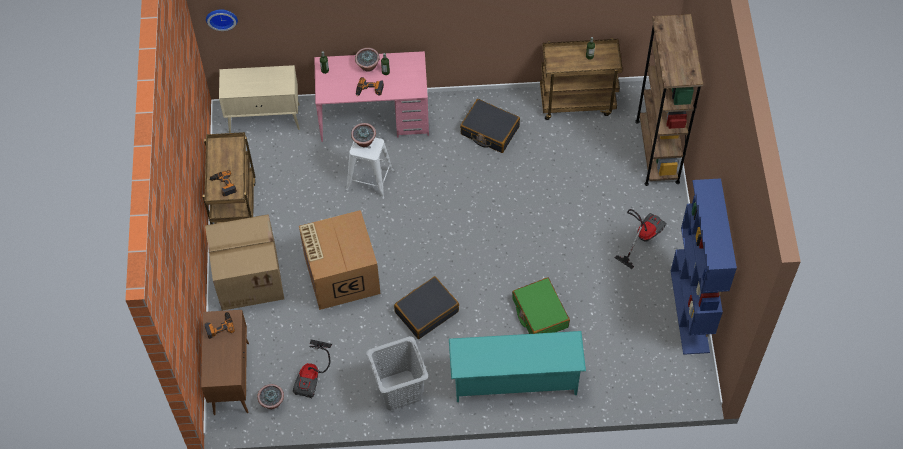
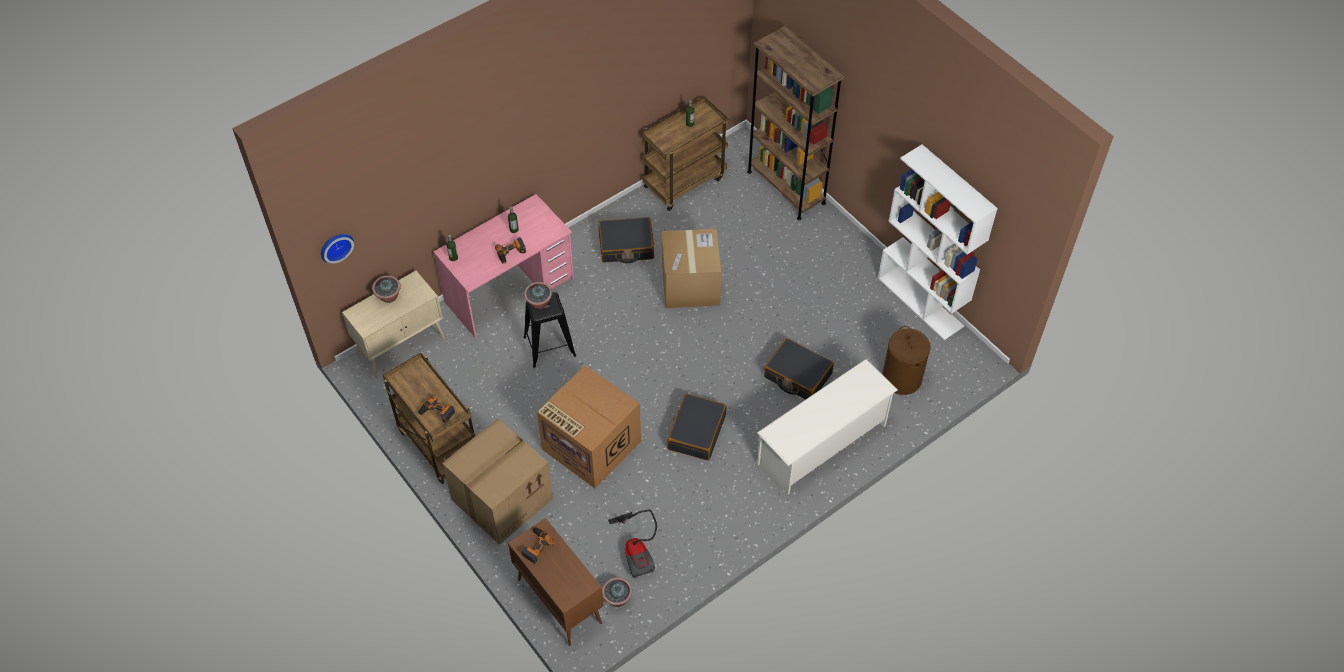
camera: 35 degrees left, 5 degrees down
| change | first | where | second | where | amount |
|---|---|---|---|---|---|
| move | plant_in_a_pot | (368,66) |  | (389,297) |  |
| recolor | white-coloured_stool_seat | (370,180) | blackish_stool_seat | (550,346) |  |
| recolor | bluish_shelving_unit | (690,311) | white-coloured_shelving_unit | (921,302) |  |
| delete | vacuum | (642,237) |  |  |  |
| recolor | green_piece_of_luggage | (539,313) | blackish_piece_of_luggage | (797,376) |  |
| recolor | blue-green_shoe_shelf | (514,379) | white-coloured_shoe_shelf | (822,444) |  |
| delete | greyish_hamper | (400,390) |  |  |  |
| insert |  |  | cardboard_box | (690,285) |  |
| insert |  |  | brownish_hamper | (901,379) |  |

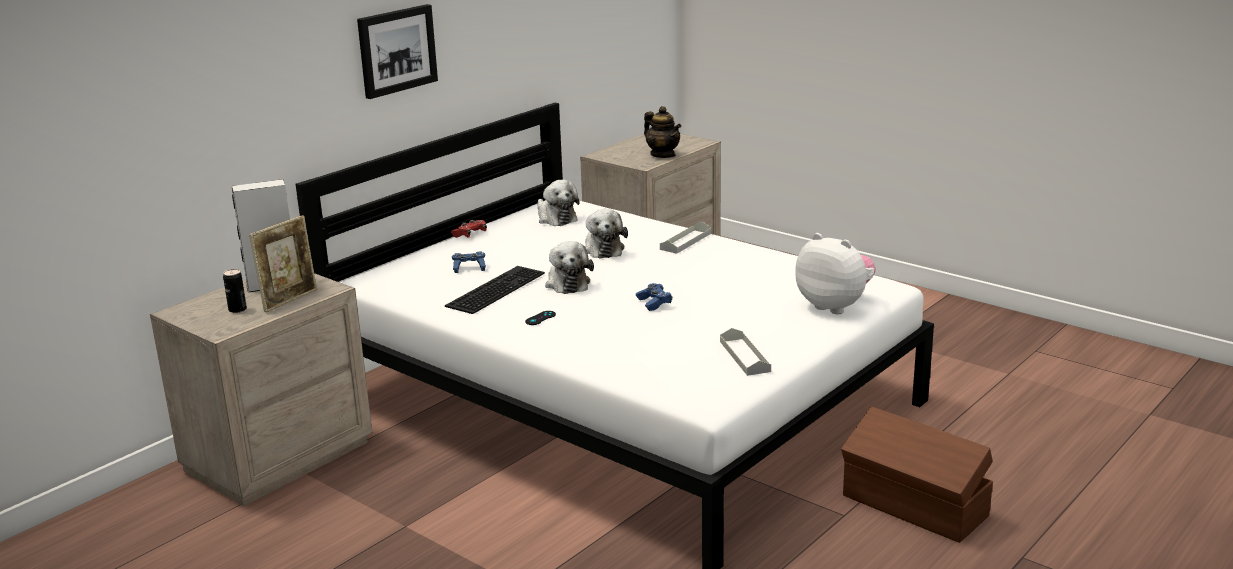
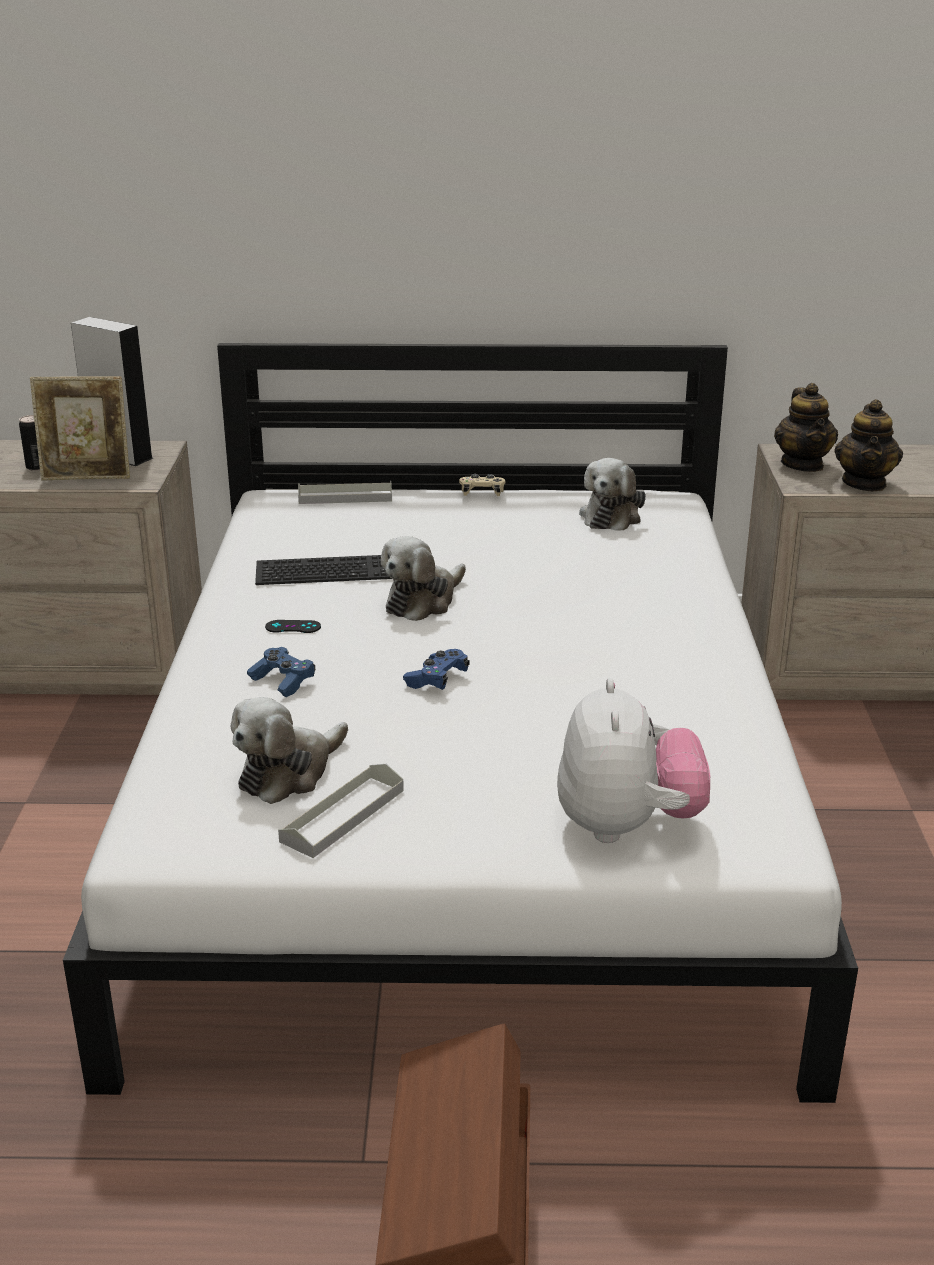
camera: 50 degrees right, 5 degrees up
| change | first | where | second | where | amount |
|---|---|---|---|---|---|
| delete | wall_picture | (396,50) |  |  |  |
| move | soft_toy | (603,249) |  | (288,772) |  |
| recolor | red-coloured_game_controller | (470,234) | sand-coloured_game_controller | (482,494) |  |
| move | greyish_tray | (685,241) |  | (345,497) |  |
| move | bluish_game_controller | (469,268) |  | (282,681) |  |
| insert |  |  | teapot | (802,464) |  |

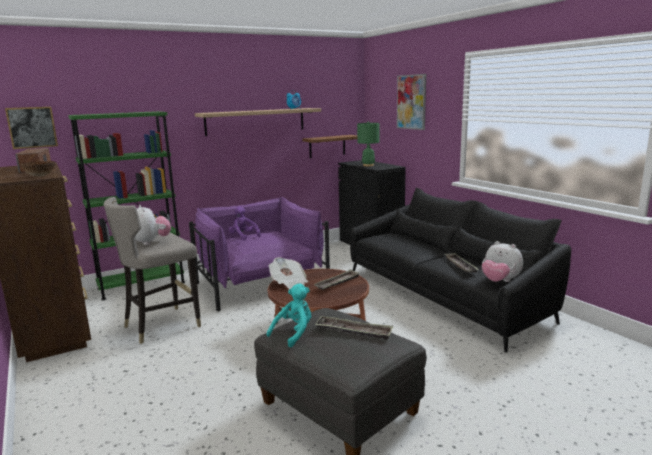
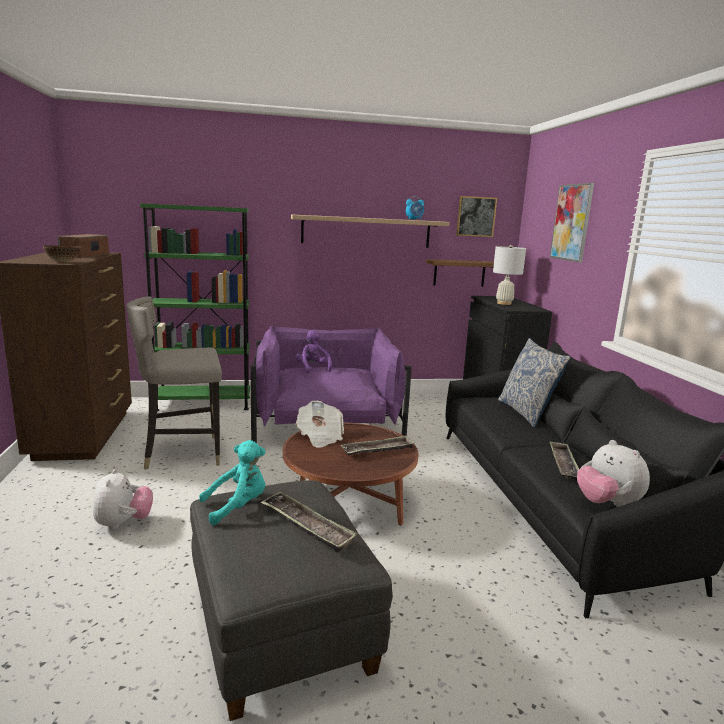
camera: 20 degrees right, 0 degrees up
| change | first | where | second | where | amount |
|---|---|---|---|---|---|
| move | wall_picture | (32,127) |  | (476,216) |  |
| recolor | green_lamp_for_a_table | (368,165) | white-coloured_lamp_for_a_table | (504,303) |  |
| move | soft_toy | (151,242) |  | (123,523) |  |
| insert |  |  | cushion | (527,413) |  |

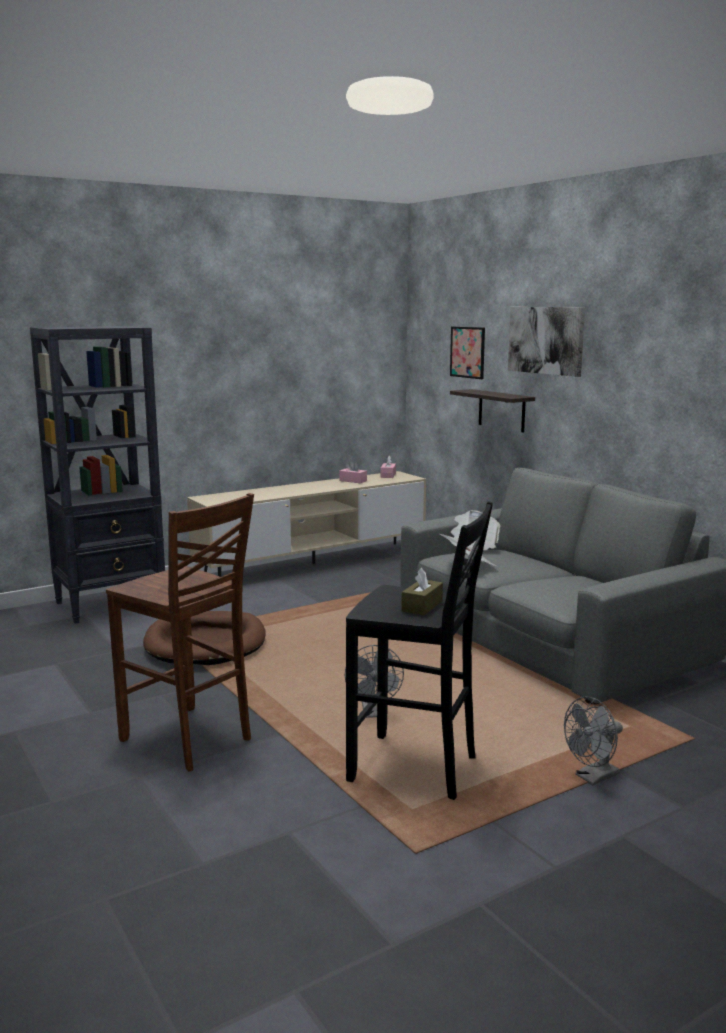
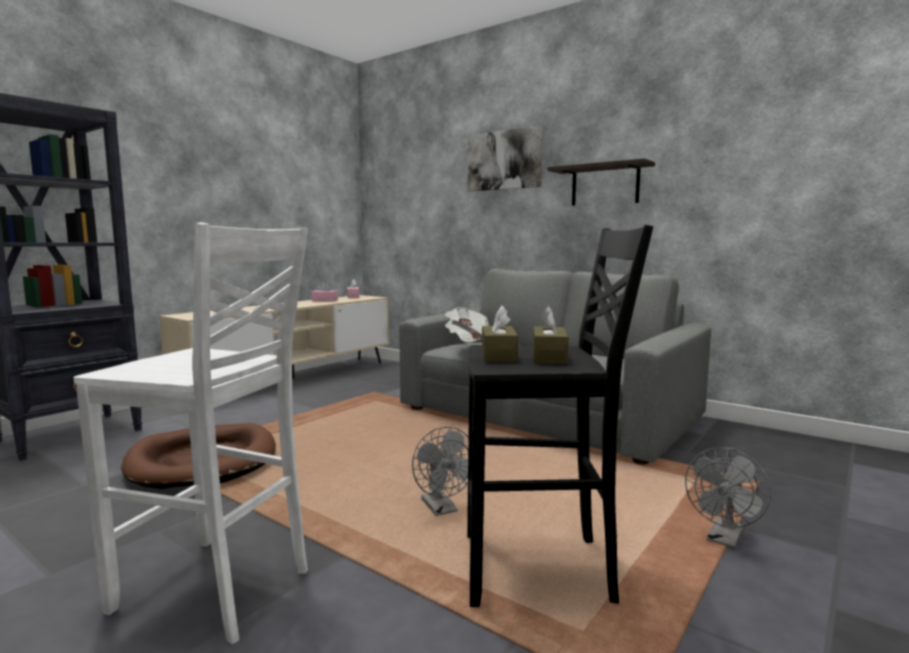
camera: 20 degrees left, 5 degrees down
| change | first | where | second | where | amount |
|---|---|---|---|---|---|
| delete | wall_picture | (467,352) |  |  |  |
| move | bracket_shelf | (501,410) |  | (605,185) |  |
| recolor | brownish_stool_seat | (189,740) | white-coloured_stool_seat | (217,590) |  |
| insert |  |  | brownish_box_of_tissues | (498,355) |  |

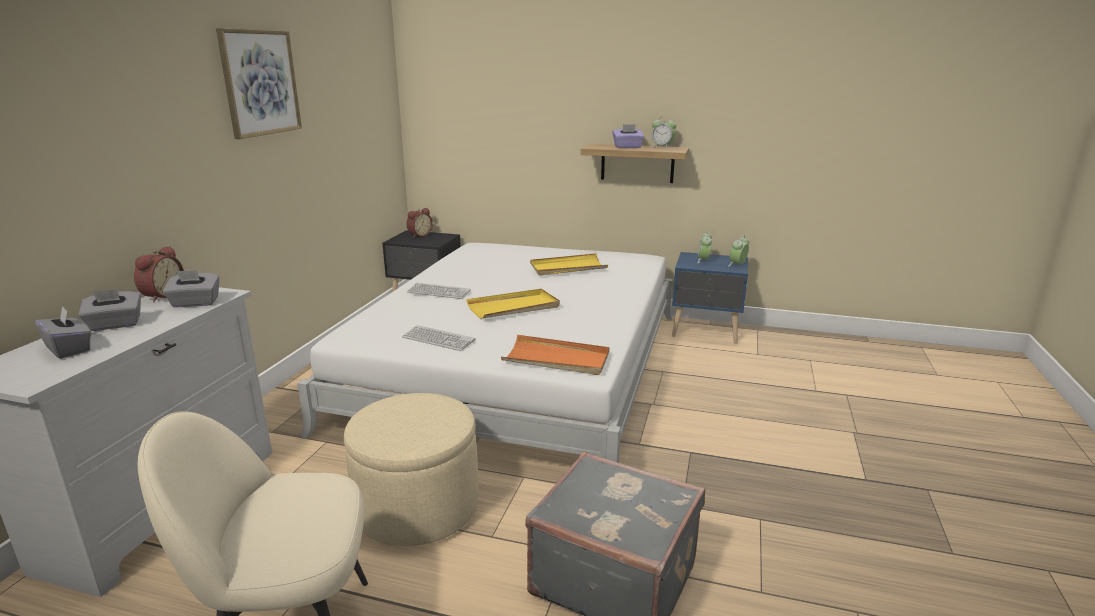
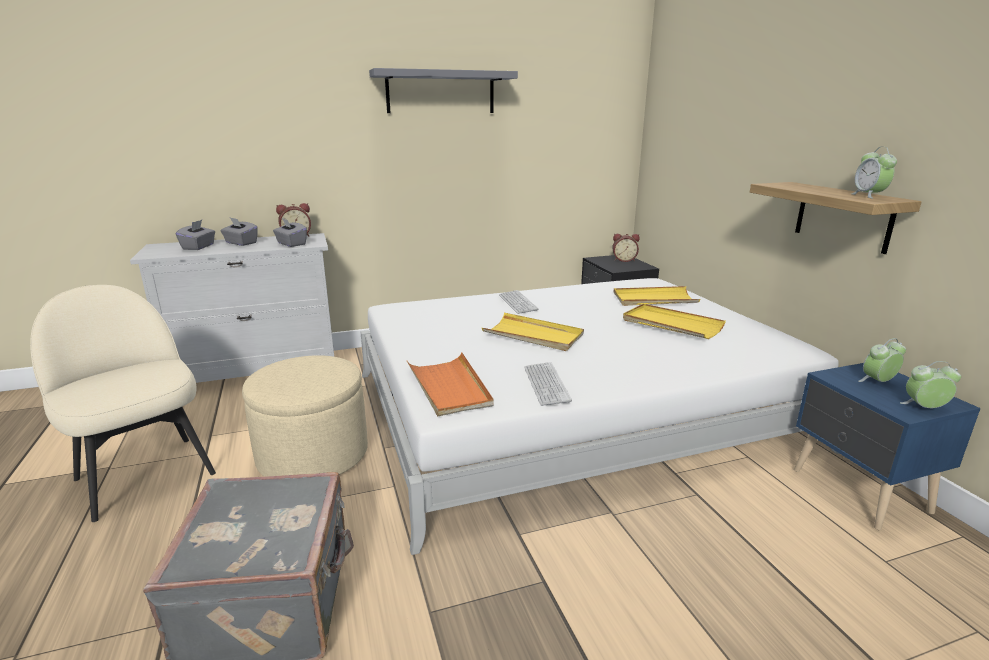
camera: 55 degrees right, 0 degrees up
| change | first | where | second | where | amount |
|---|---|---|---|---|---|
| replace | wall_picture | (260,83) | greyish_bracket_shelf | (440,92) |  |
| delete | purple_box_of_tissues | (627,147) |  |  |  |
| move | keyboard | (438,339) |  | (546,384) |  |
| insert |  |  | yellow-coloured_tray | (654,299) |  |

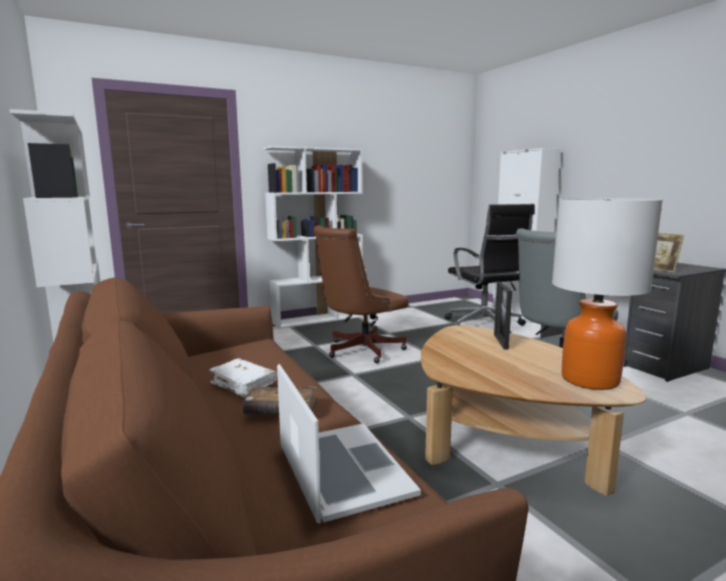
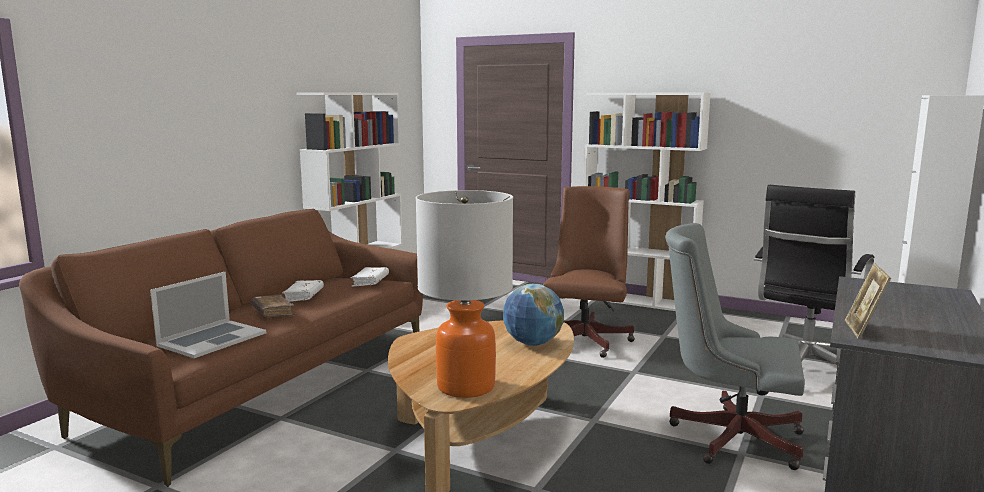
camera: 55 degrees right, 0 degrees up
| change | first | where | second | where | amount |
|---|---|---|---|---|---|
| rotate | brownish_office_chair | (359,350) |  | (587,338) | 90 degrees clockwise |
| replace | photo_frame | (501,341) | desk_globe | (532,343) |  |
| insert |  |  | white-coloured_volume | (370,282) |  |

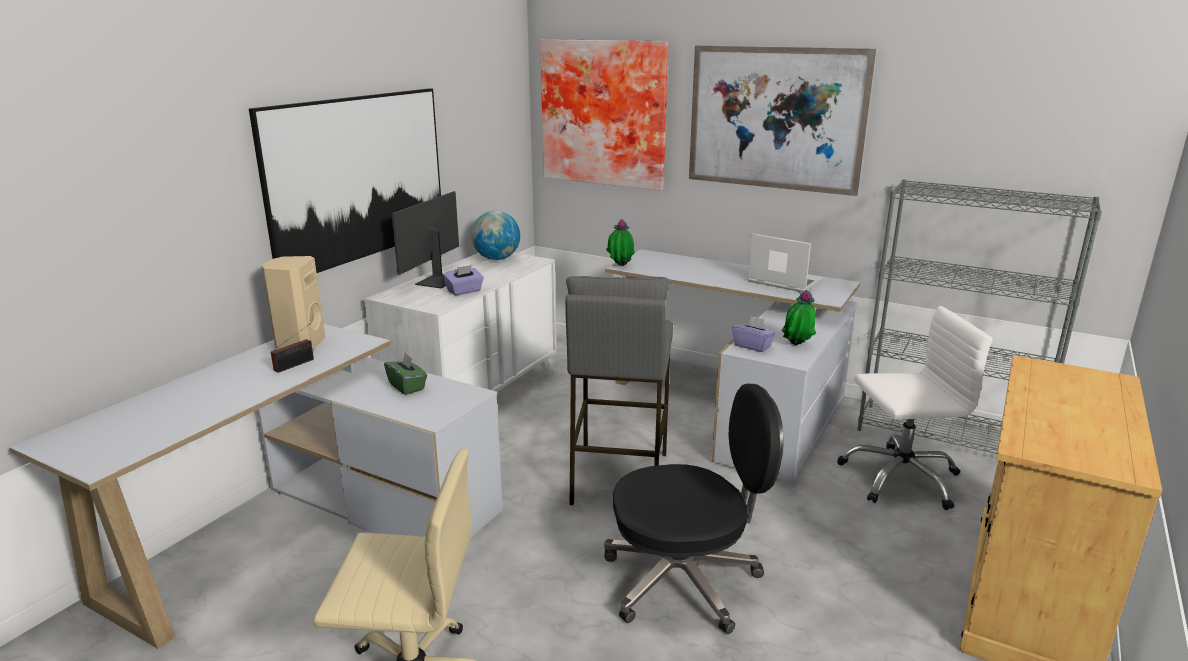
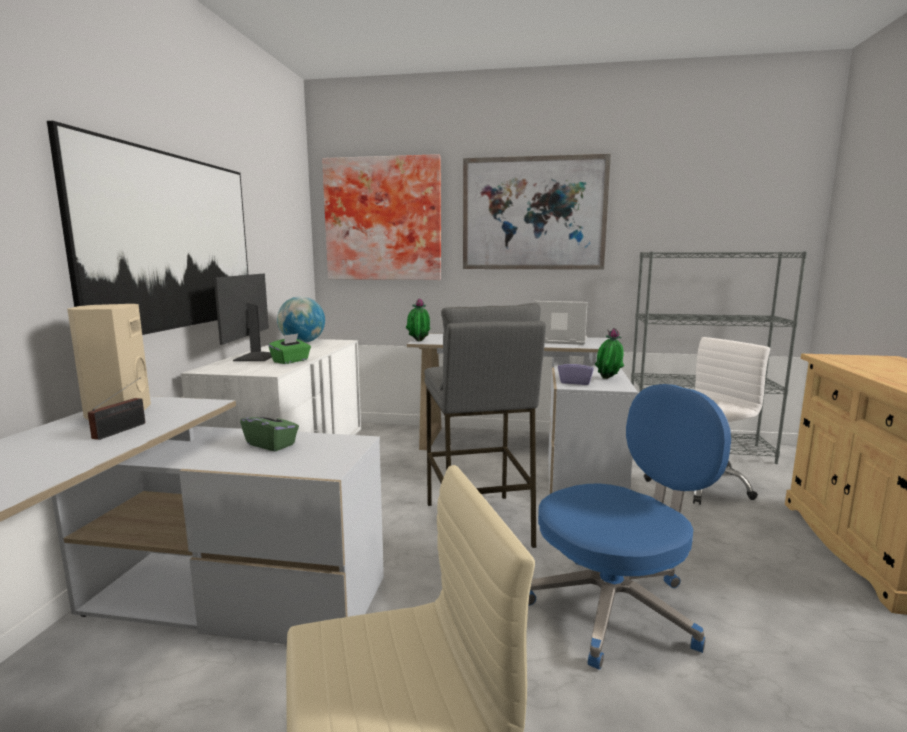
camera: 20 degrees left, 10 degrees down
| change | first | where | second | where | amount |
|---|---|---|---|---|---|
| recolor | purple_box_of_tissues | (464,291) | green_box_of_tissues | (291,361) |  |
| recolor | blackish_office_chair | (684,580) | bluish_office_chair | (615,607) |  |

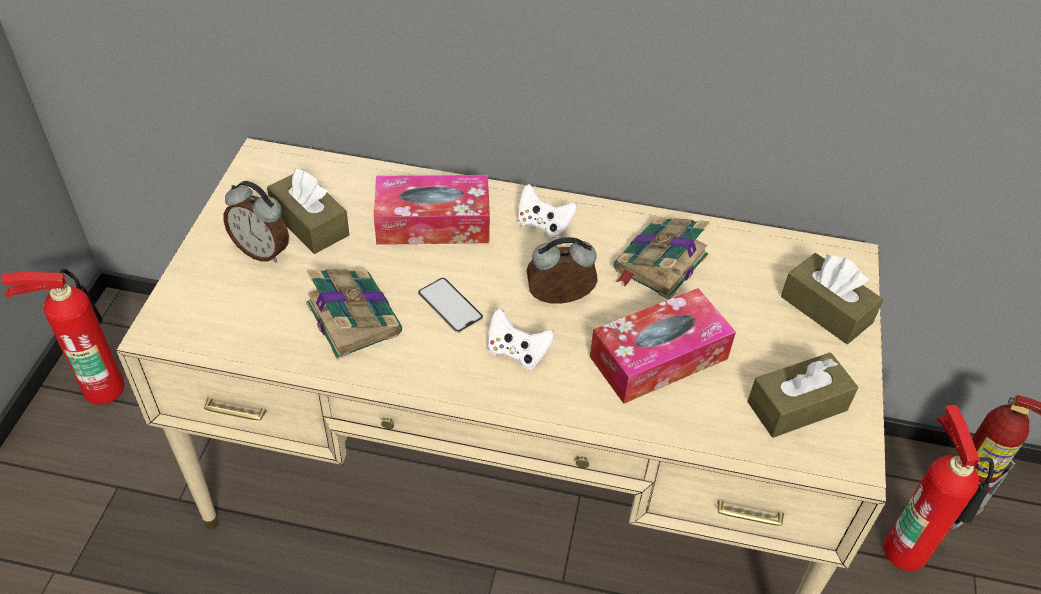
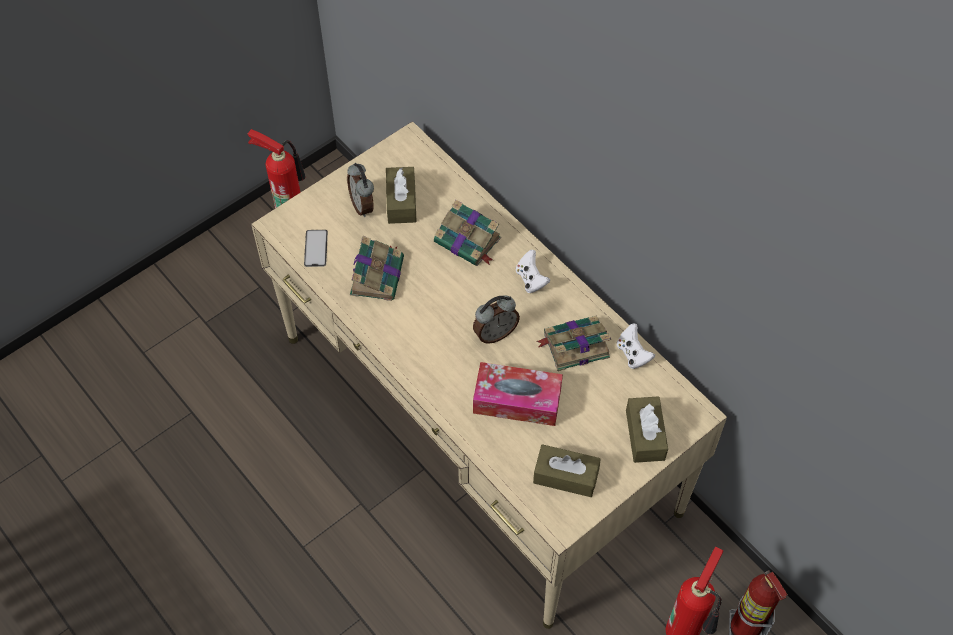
camera: 40 degrees right, 10 degrees up
| change | first | where | second | where | amount |
|---|---|---|---|---|---|
| replace | box_of_tissues | (433,223) | volume | (468,241) |  |
| rotate | bedside_clock | (560,301) |  | (495,333) | 120 degrees clockwise |
| move | telephone | (450,305) |  | (316,248) |  |
| move | white-coloured_game_controller | (517,352) |  | (633,354) |  |

